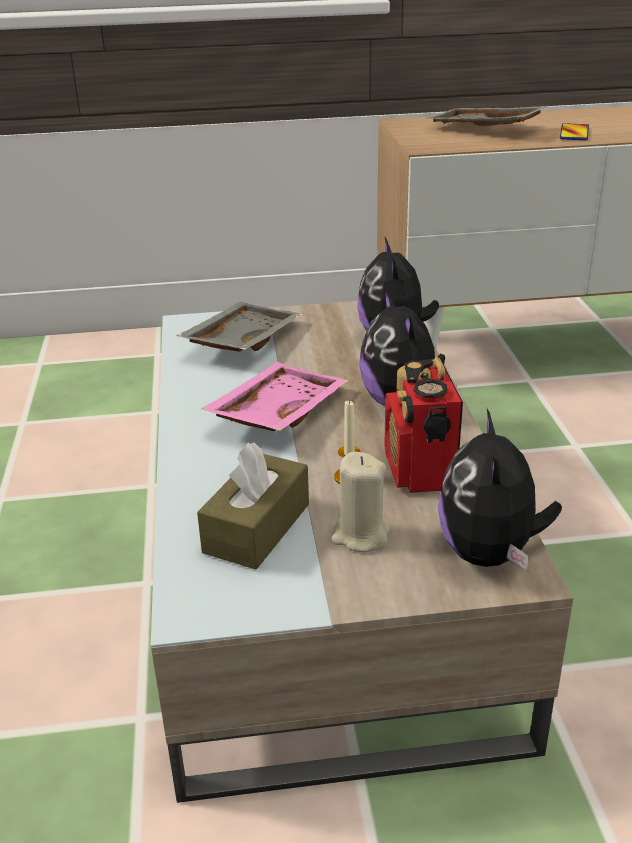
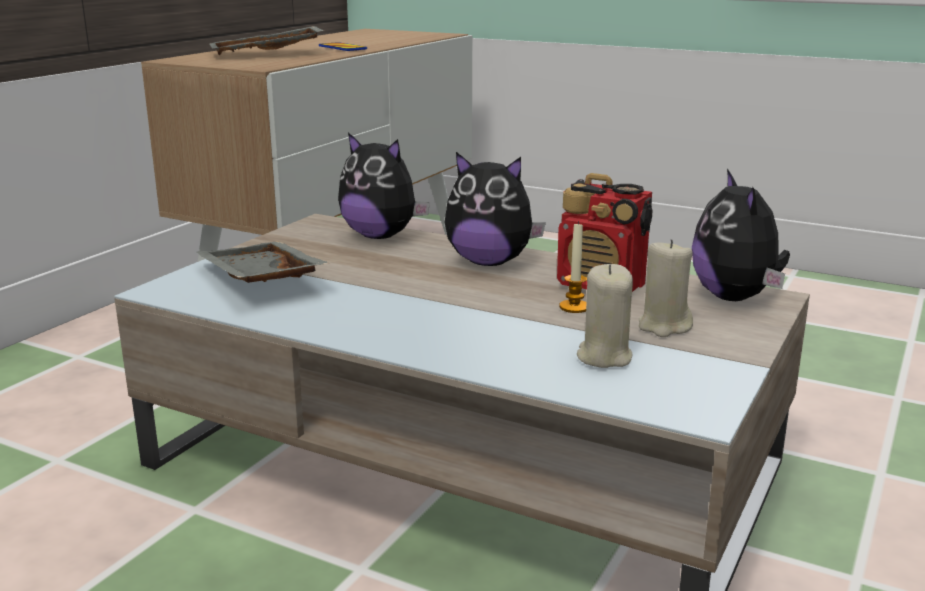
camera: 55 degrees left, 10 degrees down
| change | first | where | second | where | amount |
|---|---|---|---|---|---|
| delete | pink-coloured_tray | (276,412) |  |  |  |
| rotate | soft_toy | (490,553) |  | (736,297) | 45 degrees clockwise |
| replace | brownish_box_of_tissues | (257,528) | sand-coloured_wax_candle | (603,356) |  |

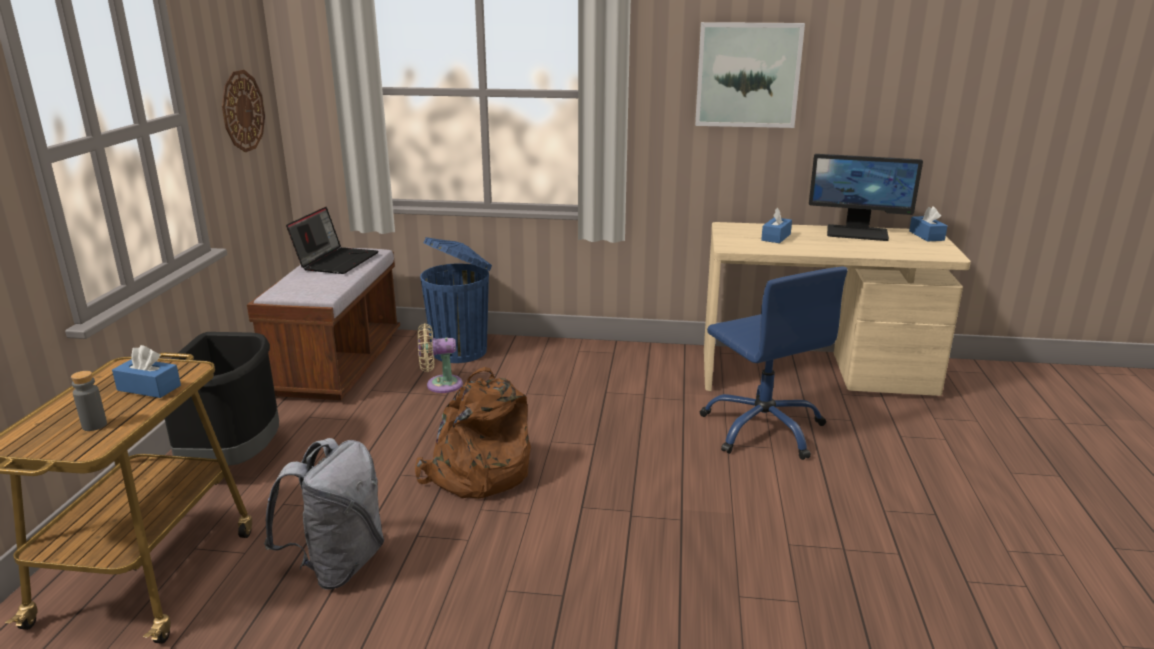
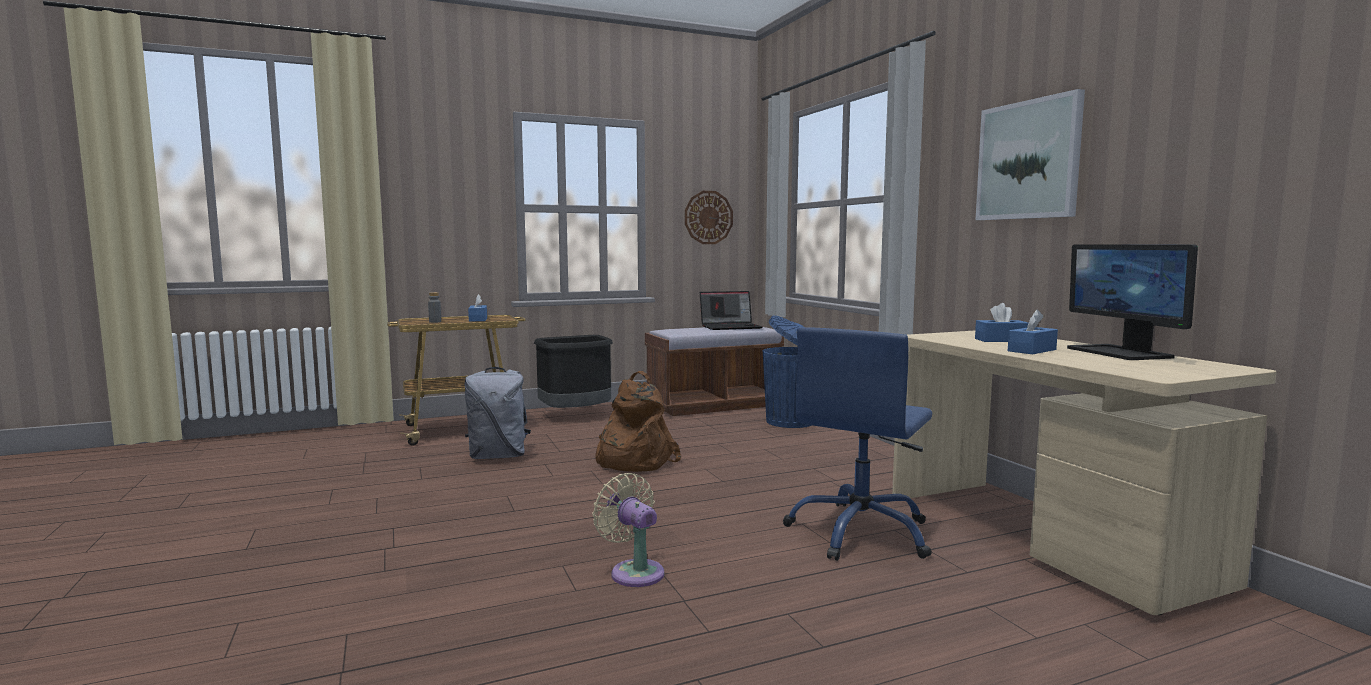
camera: 60 degrees right, 15 degrees down
| change | first | where | second | where | amount |
|---|---|---|---|---|---|
| move | bluish_box_of_tissues | (926,236) |  | (1032,350) |  |
| move | sand-coloured_fan | (440,385) |  | (634,571) |  |

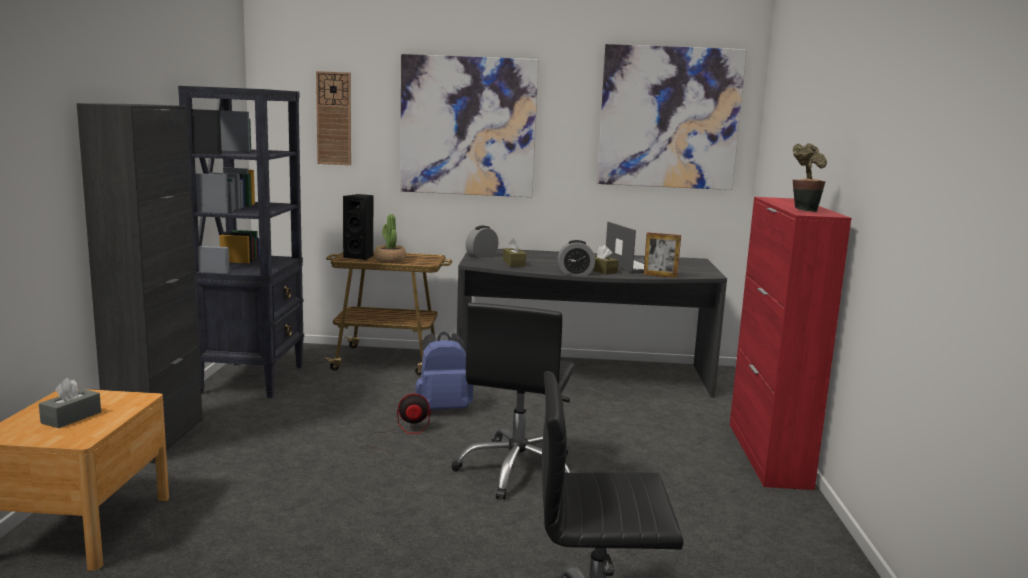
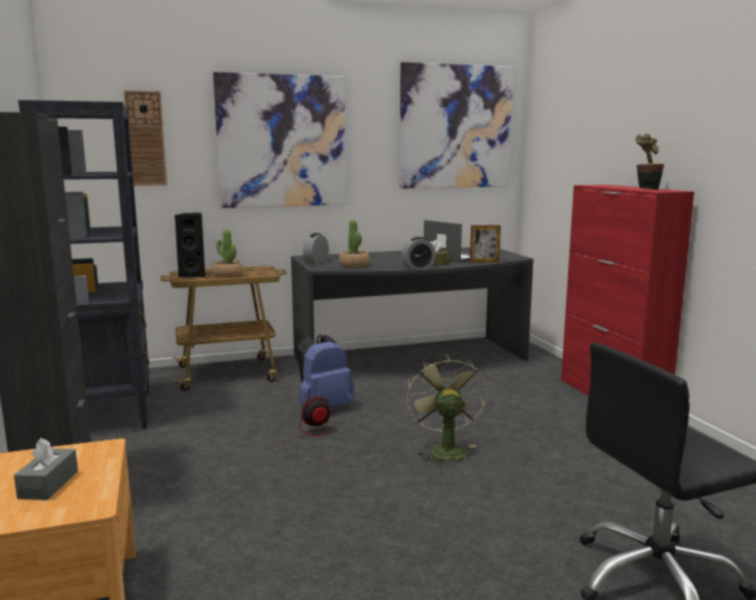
camera: 20 degrees left, 0 degrees up
| change | first | where | second | where | amount |
|---|---|---|---|---|---|
| replace | brownish_box_of_tissues | (514,263) | plant_in_a_pot | (354,265) |  |
| replace | blackish_office_chair | (517,471) | green_fan | (444,450) |  |

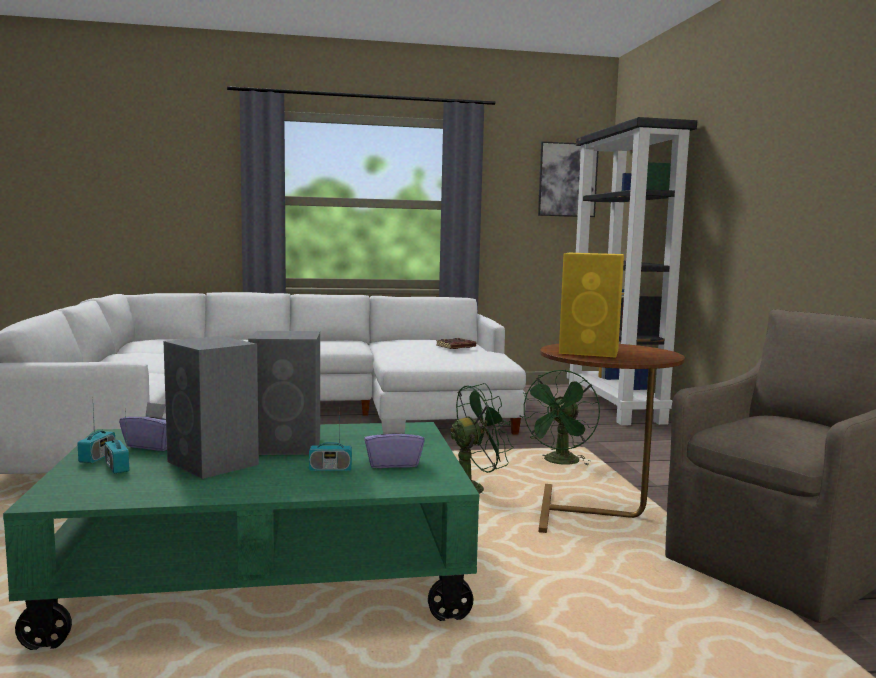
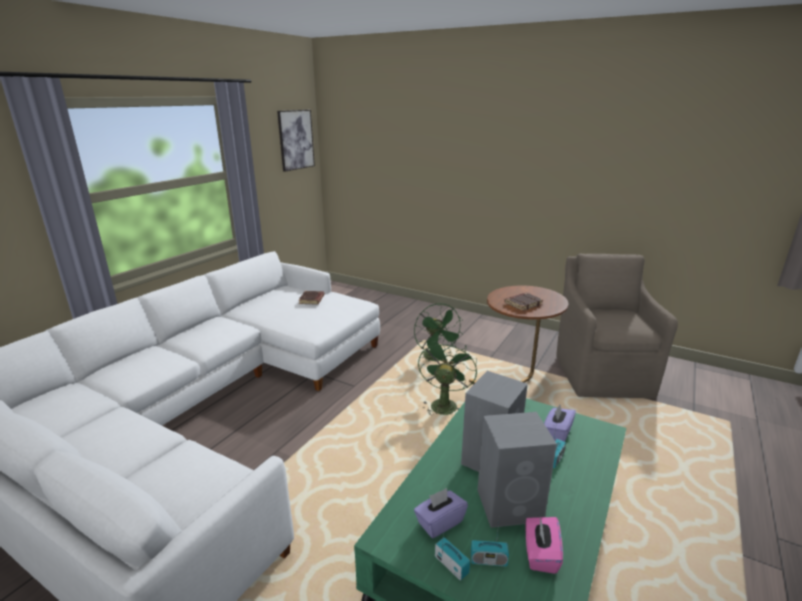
camera: 50 degrees left, 15 degrees up
| change | first | where | second | where | amount |
|---|---|---|---|---|---|
| delete | blackish_shelving_unit | (615,407) |  |  |  |
| replace | yellow-coloured_speaker | (591,351) | brownish_volume | (523,304) |  |
| insert |  |  | pink-coloured_box_of_tissues | (540,554) |  |

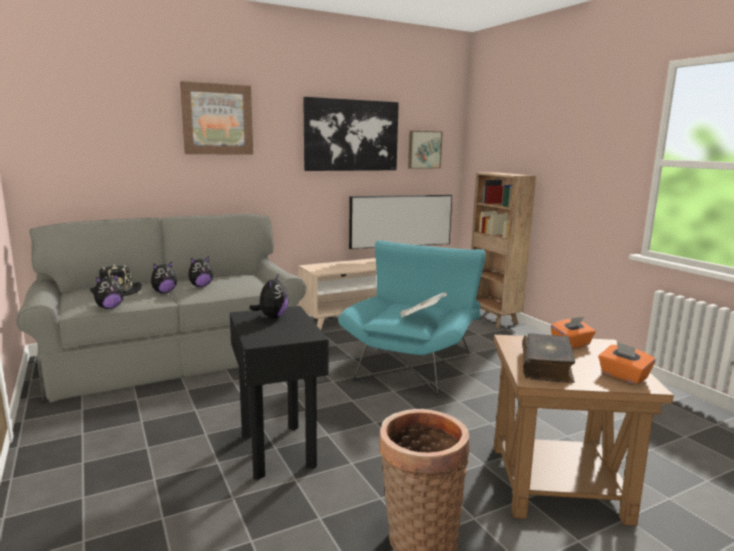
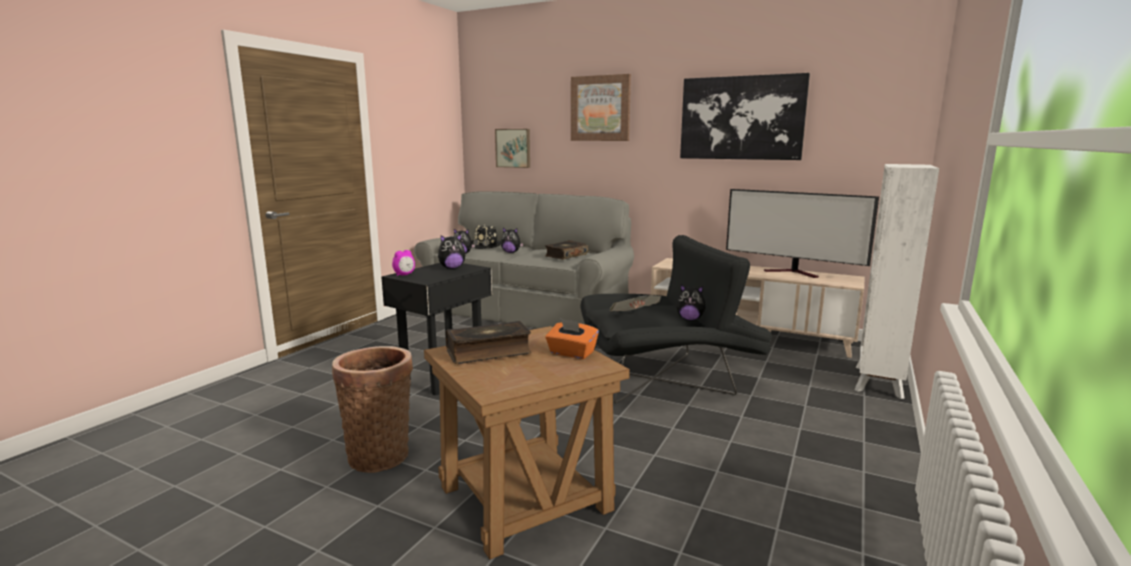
camera: 55 degrees right, 0 degrees up
| change | first | where | second | where | amount |
|---|---|---|---|---|---|
| move | wall_picture | (424,149) |  | (513,148) |  |
| recolor | brownish_shelving_unit | (493,319) | white-coloured_shelving_unit | (878,382) |  |
| recolor | blue-green_armchair | (415,362) | blackish_armchair | (668,377) |  |
| move | soft_toy | (201,286) |  | (690,319) |  |
| delete | orangey_box_of_tissues | (623,376) |  |  |  |
| insert |  |  | volume | (565,255) |  |
| insert |  |  | bedside_clock | (404,275) |  |

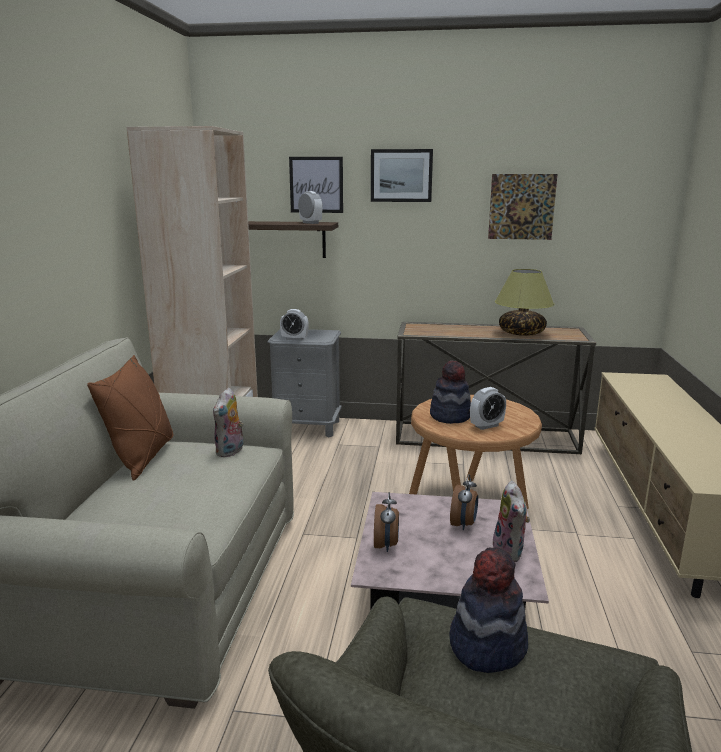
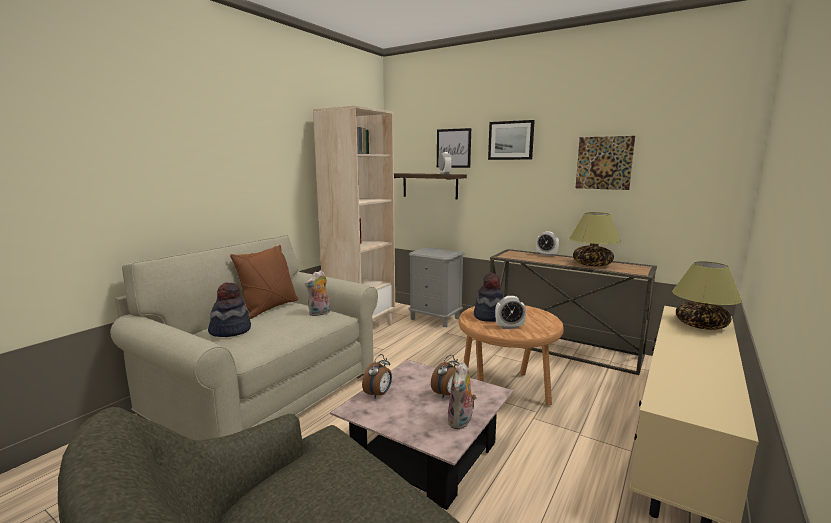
camera: 25 degrees right, 5 degrees down
| change | first | where | second | where | amount |
|---|---|---|---|---|---|
| move | bedside_clock | (294,339) |  | (546,254) |  |
| move | hat | (487,644) |  | (230,330) |  |
| insert |  |  | lamp_for_a_table | (700,325) |  |

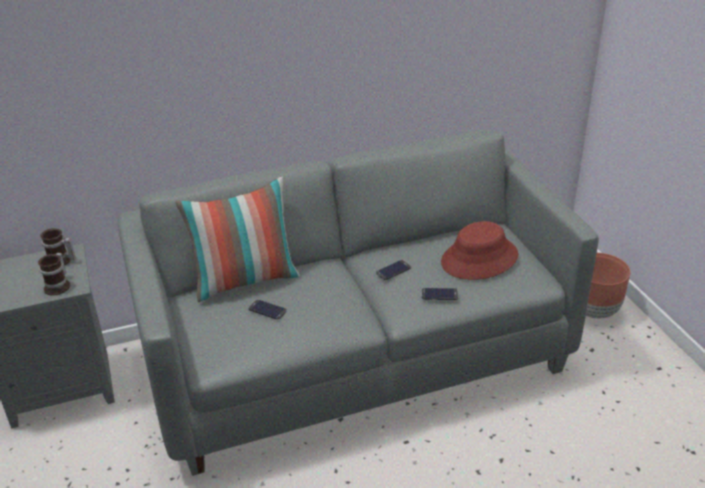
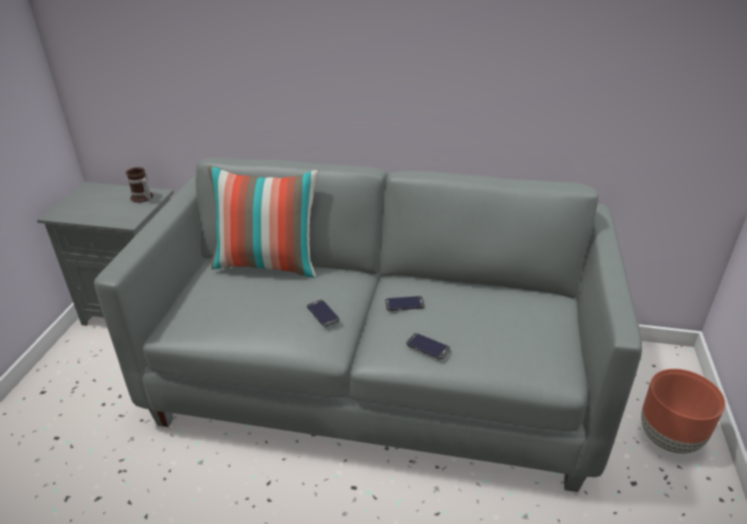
camera: 30 degrees right, 0 degrees up
| change | first | where | second | where | amount |
|---|---|---|---|---|---|
| delete | red-coloured_hat | (479,259) |  |  |  |
| delete | tea_mug | (59,286) |  |  |  |
| move | telephone | (267,310) |  | (323,313) |  |

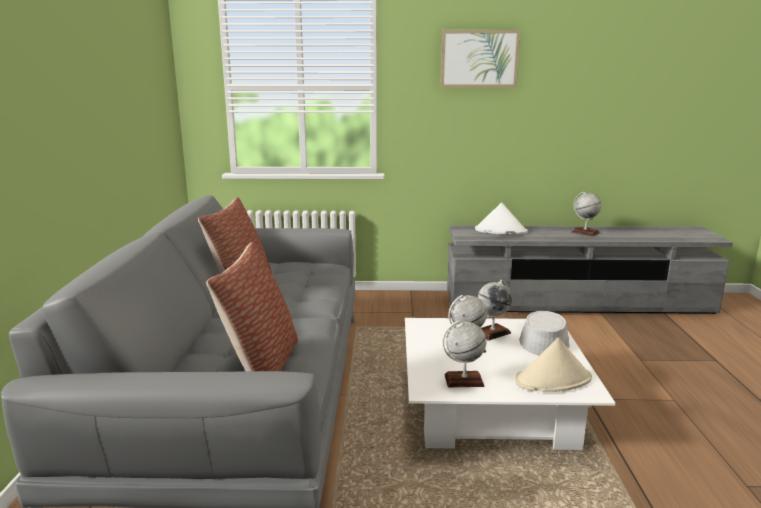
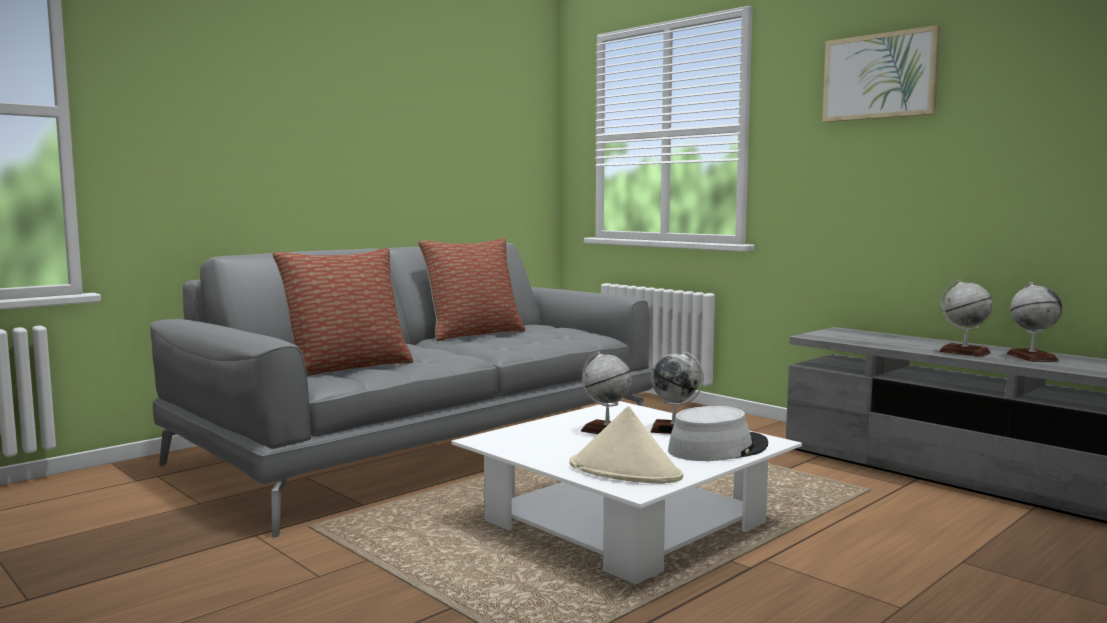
camera: 45 degrees right, 10 degrees down
| change | first | where | second | where | amount |
|---|---|---|---|---|---|
| delete | white-coloured_hat | (500,230) |  |  |  |
| move | desk_globe | (463,380) |  | (964,352) |  |

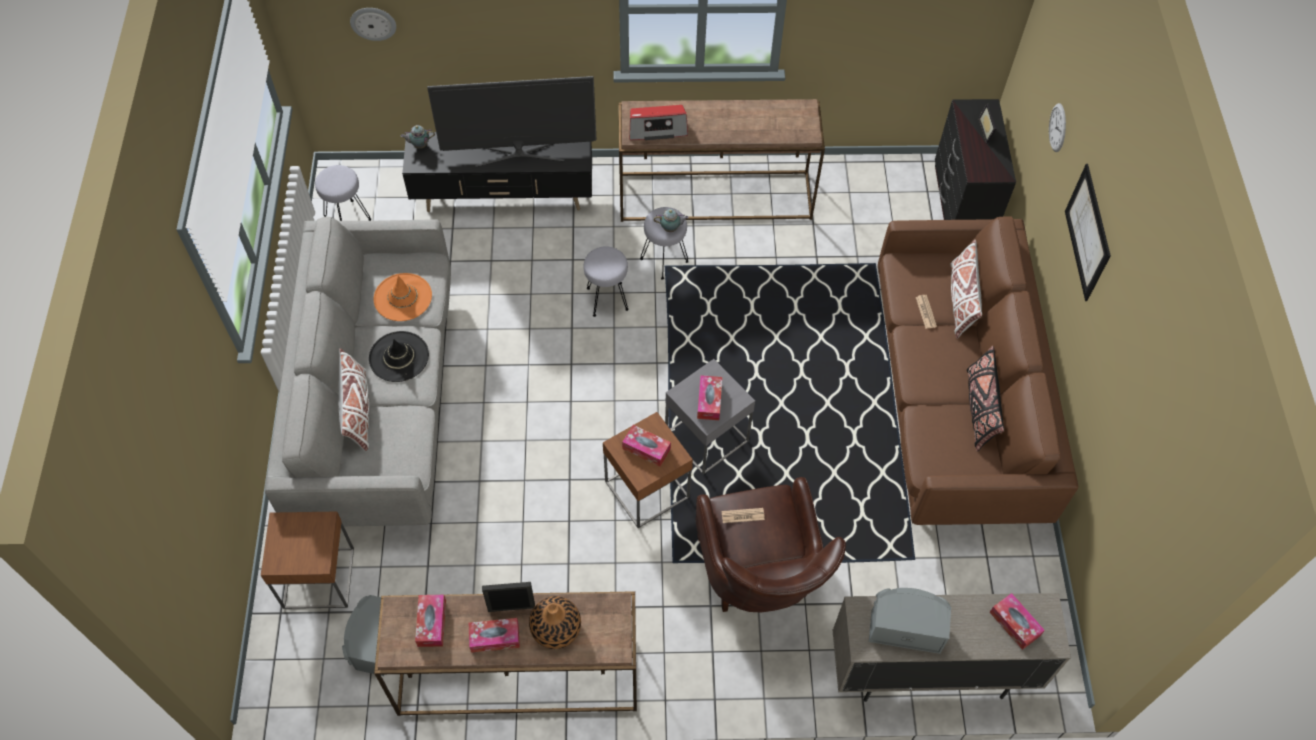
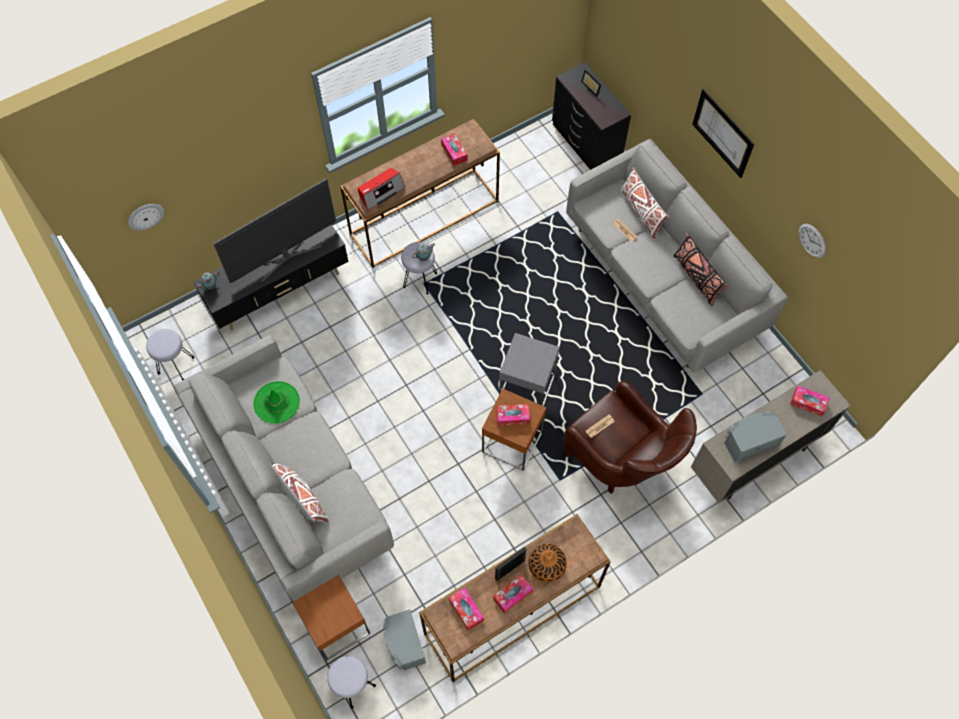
camera: 30 degrees left, 5 degrees up
| change | first | where | second | where | amount |
|---|---|---|---|---|---|
| move | hanging_clock | (1057,127) |  | (812,240) |  |
| recolor | brownish_couch | (953,402) | greyish_couch | (663,279) |  |
| move | greyish_stool_seat | (606,299) |  | (353,685) |  |
| recolor | orangey_hat | (402,297) | green_hat | (276,402) |  |
| delete | blackish_hat | (399,357) |  |  |  |
| move | box_of_tissues | (709,401) |  | (454,152) |  |

